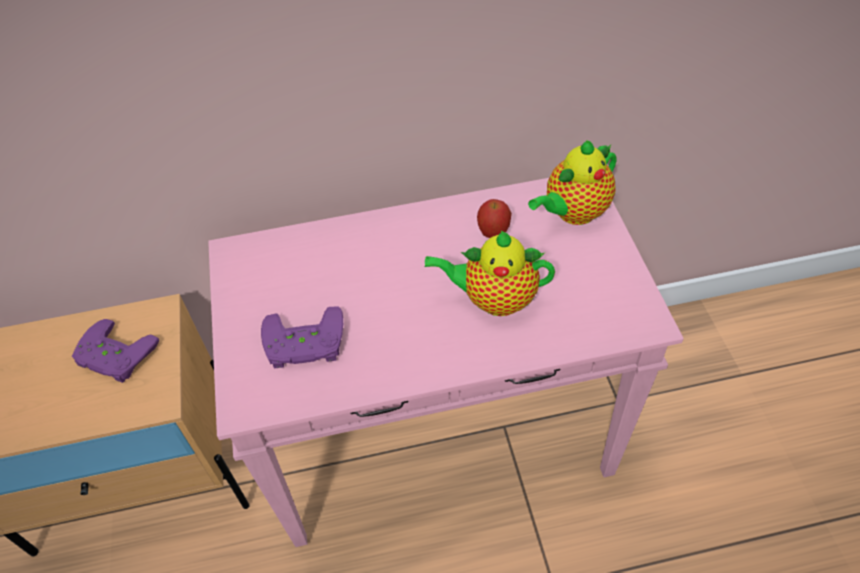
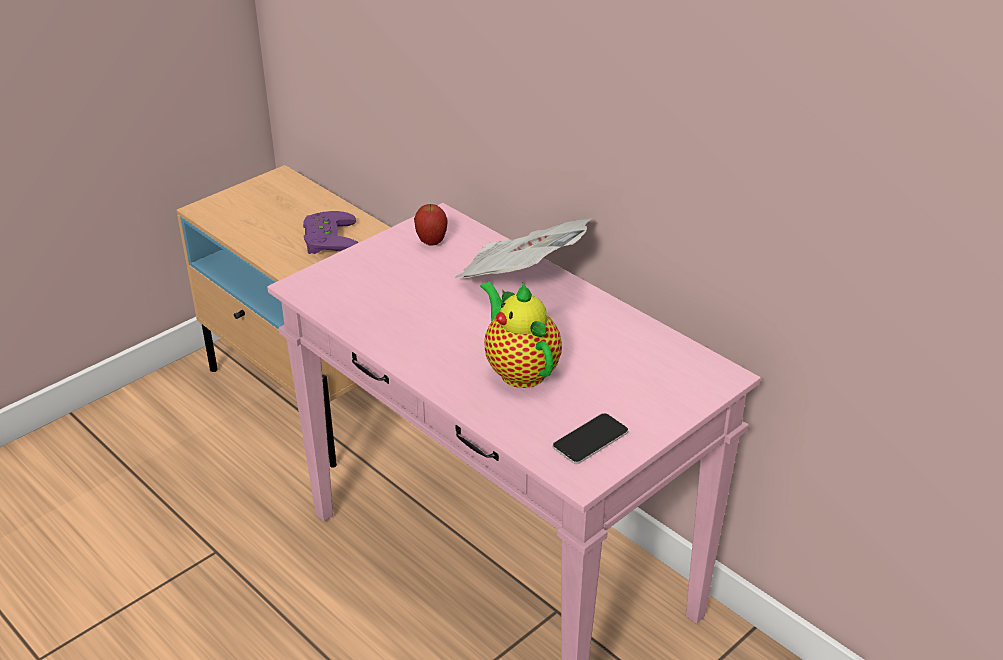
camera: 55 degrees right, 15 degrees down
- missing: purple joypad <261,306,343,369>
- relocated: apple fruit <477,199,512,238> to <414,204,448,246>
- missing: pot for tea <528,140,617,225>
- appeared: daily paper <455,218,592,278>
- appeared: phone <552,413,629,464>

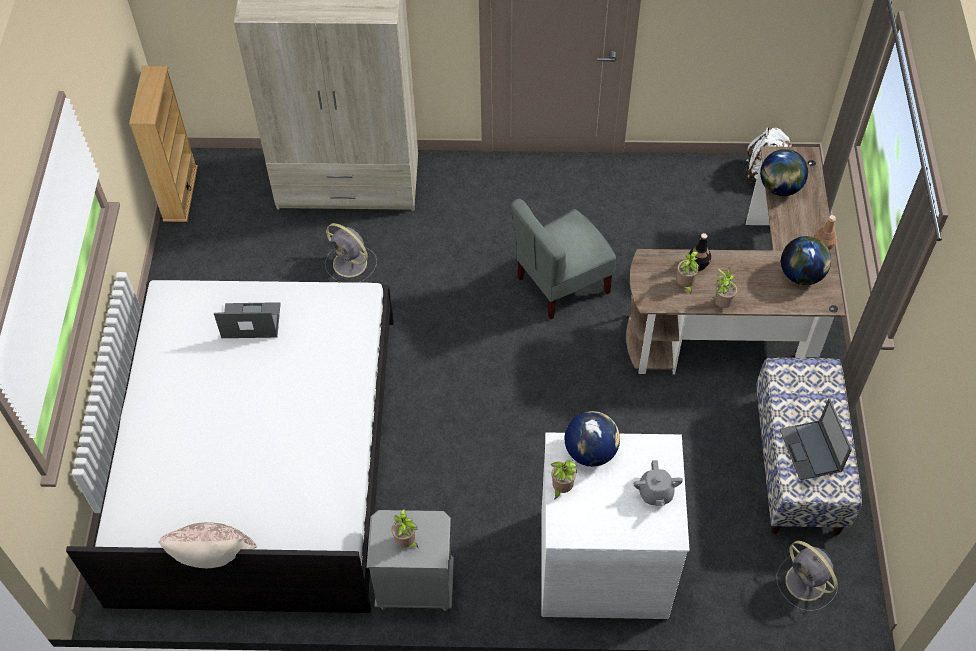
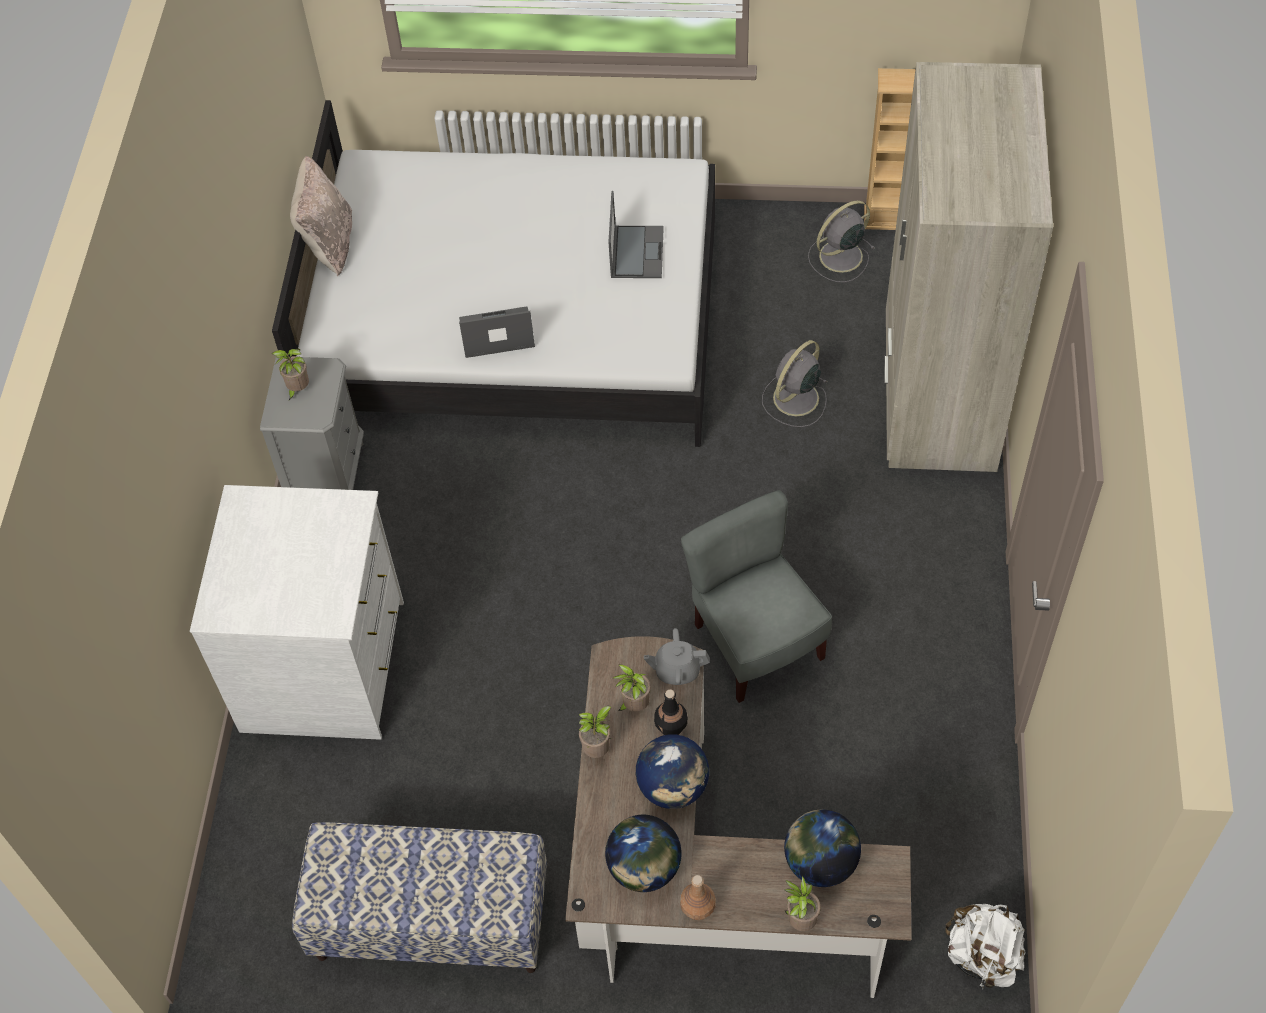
camera: 95 degrees right, 0 degrees up
- relocated: plant in a pot <550,459,577,499> to <784,875,821,931>
- relocated: desk globe <565,411,620,467> to <636,734,709,809>
- relocated: gray pot for tea <633,460,683,506> to <644,628,710,685>
- relocated: gray electric fan <776,541,838,611> to <808,201,874,282>
- relocated: notebook computer <780,398,852,480> to <459,306,535,358>

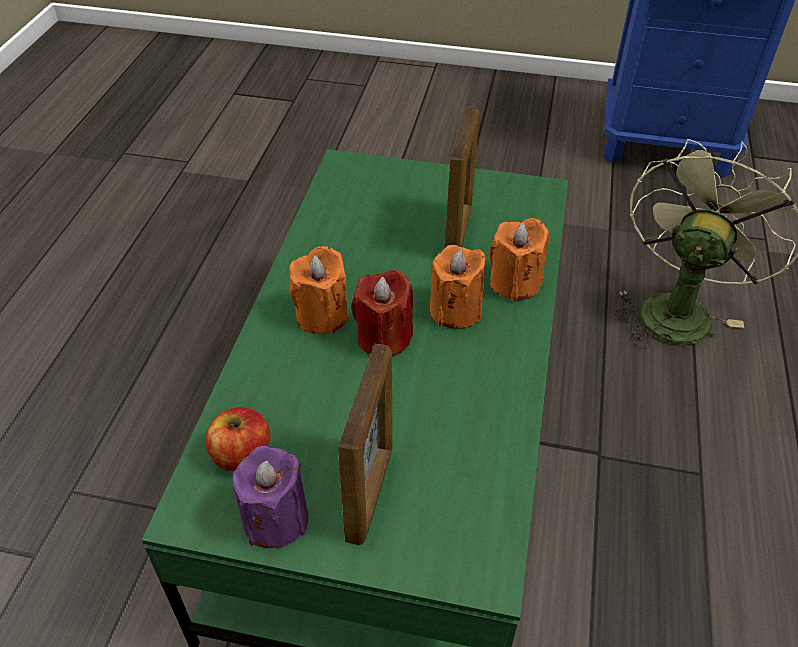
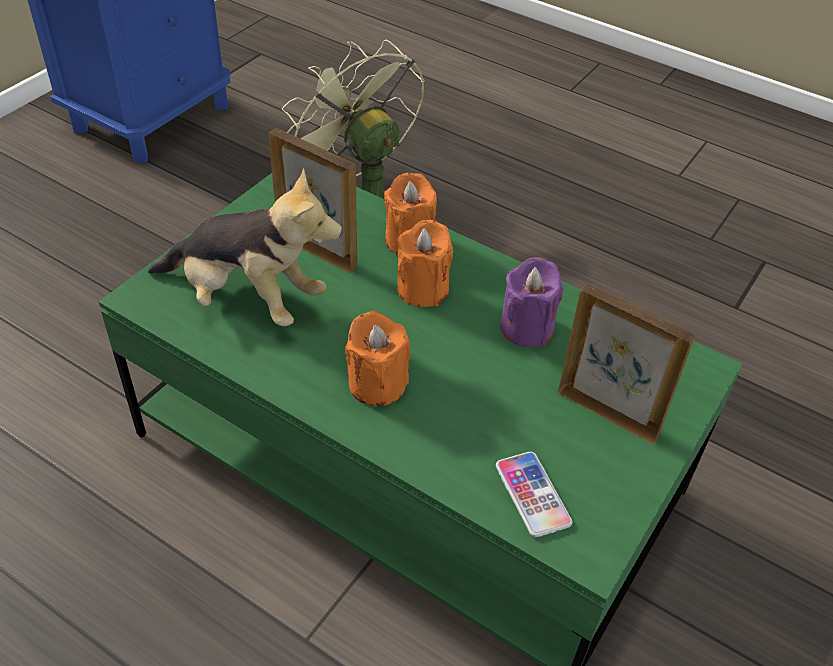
camera: 70 degrees left, 0 degrees up
- exchanged: apple fruit <205,407,270,471> to phone <496,452,572,537>
- relocated: purple candle <232,446,308,548> to <500,257,563,347>
- missing: red candle <351,270,413,356>
- appeared: cuddly toy <148,168,342,326>

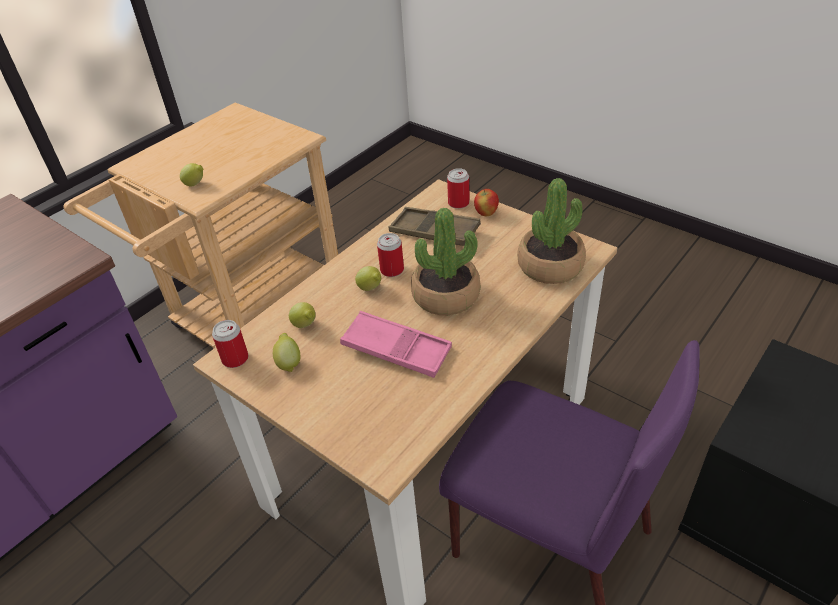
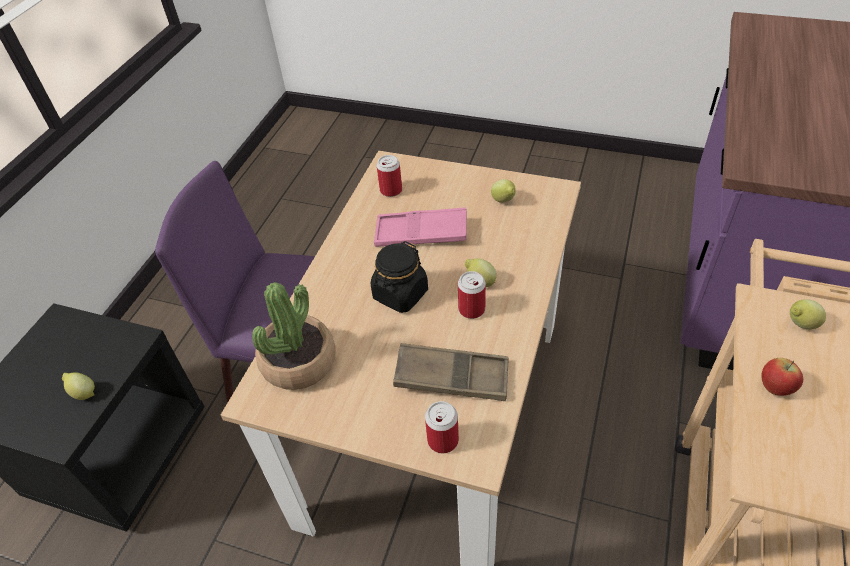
camera: 160 degrees right, 5 degrees up
- relocated: metal can <212,320,248,368> to <377,155,402,197>
- relocated: whole lemon <289,302,316,328> to <62,372,95,400>
- exchanged: plant in a pot <411,208,481,315> to blackish preserve jar <371,241,428,313>
- relocated: apple fruit <474,189,499,216> to <761,358,803,396>

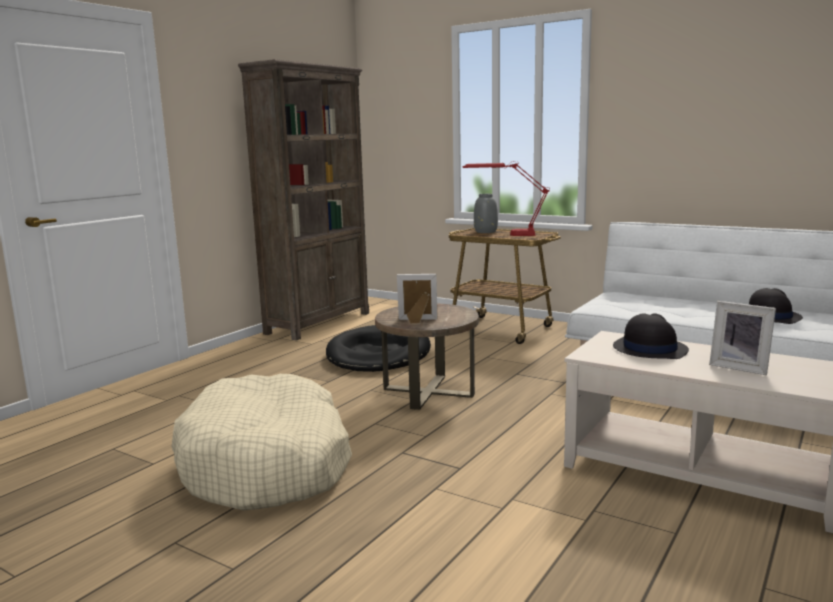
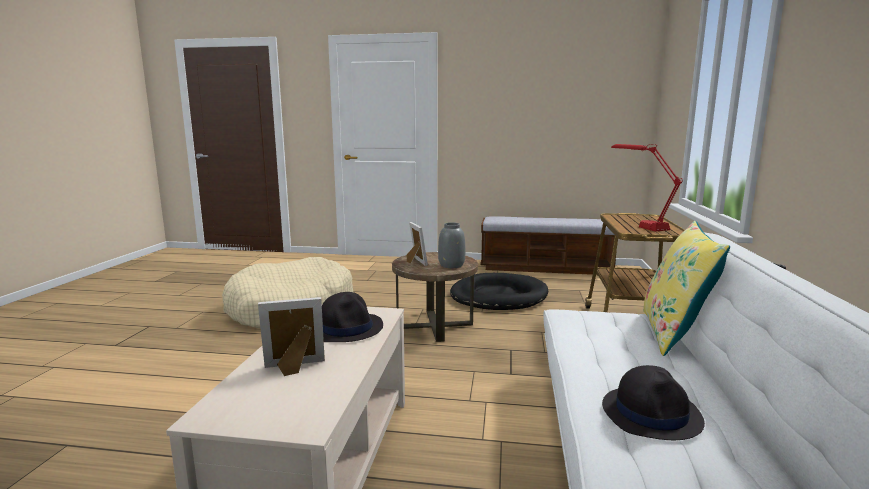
camera: 65 degrees right, 0 degrees up
- exchanged: brownish bookcase <238,59,369,341> to long seat <480,216,617,275>
- relocated: gray flower vase <474,194,498,233> to <438,222,465,268>
- spun: photo frame <709,301,776,375> = <258,297,325,376> 60 degrees clockwise
- appeared: yellow-coloured pillow <643,221,730,356>

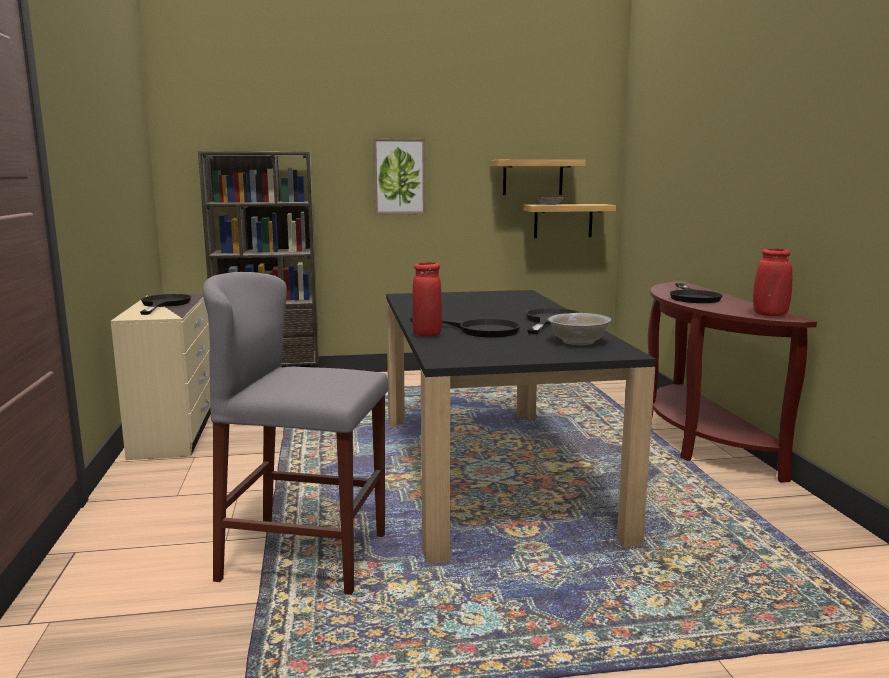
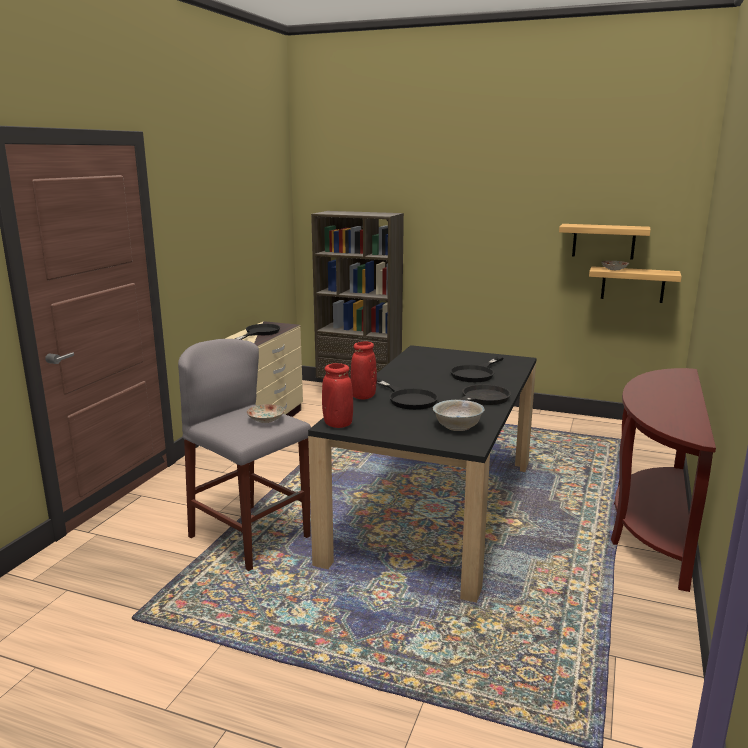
camera: 30 degrees right, 5 degrees up
- missing: wall art <373,138,426,215>
- relocated: blackish pan <670,283,723,303> to <450,356,504,382>
- relocated: red flower vase <753,249,792,316> to <322,363,353,428>
- appeared: flat dish <247,404,285,423>

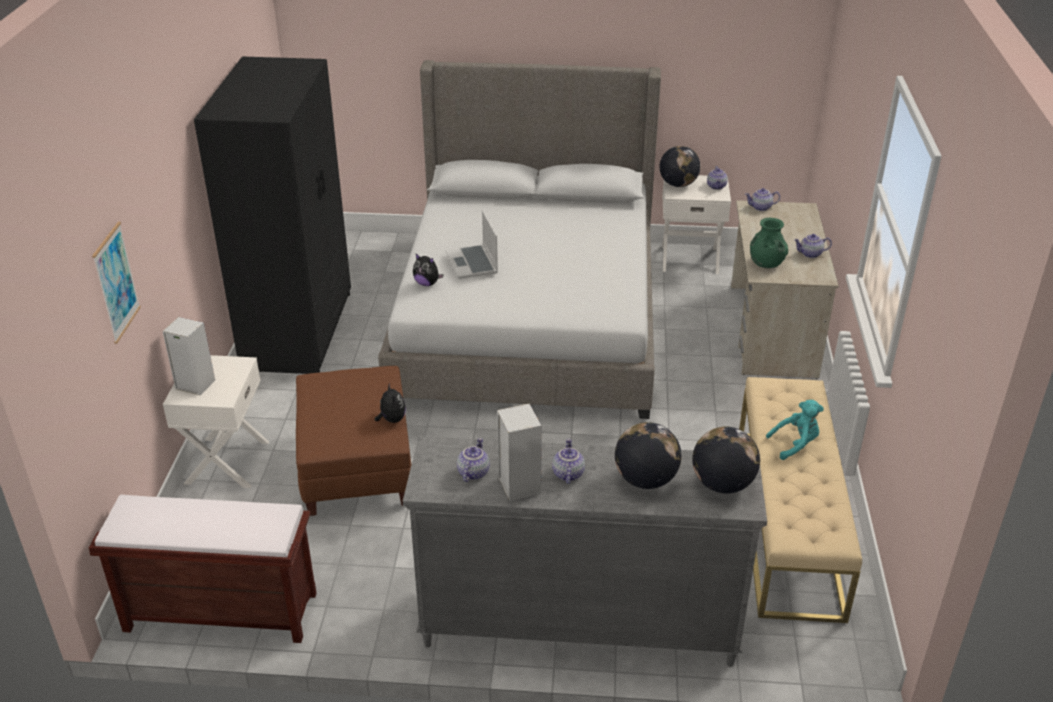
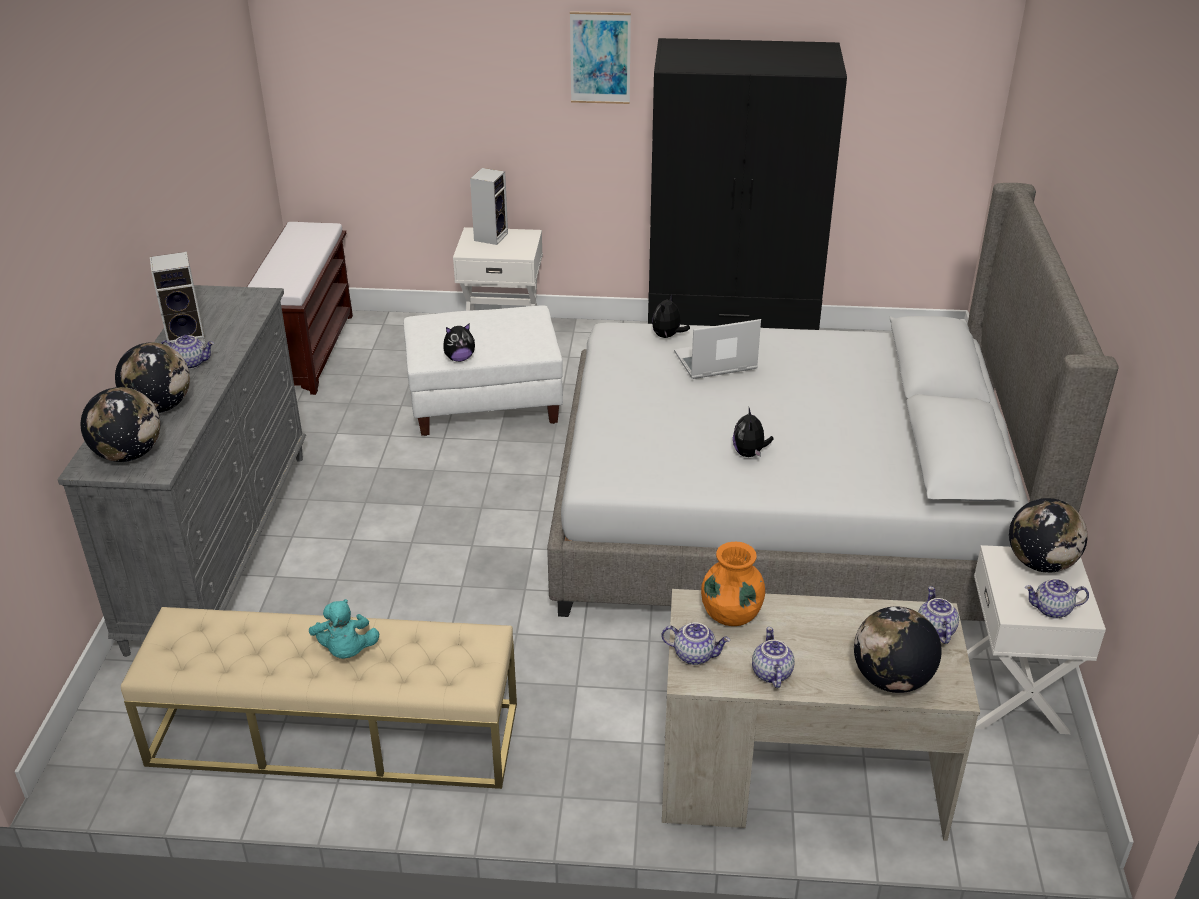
camera: 90 degrees right, 0 degrees up
- relocated: wall art <92,222,141,344> to <570,11,631,104>
- colour: brownish footrest <296,366,411,516> to whitish footrest <404,306,563,436>
- relocated: pot for tea <457,438,490,482> to <661,622,730,665>
- colour: green flower vase <750,218,788,268> to orange-coloured flower vase <701,542,765,626>
- appeared: cuddly toy <733,406,773,457>
- appeared: desk globe <854,606,942,693>

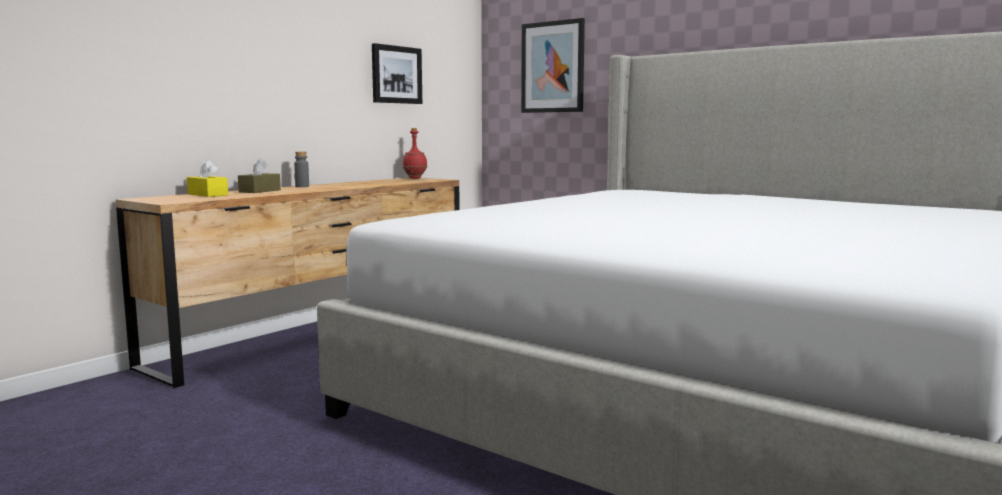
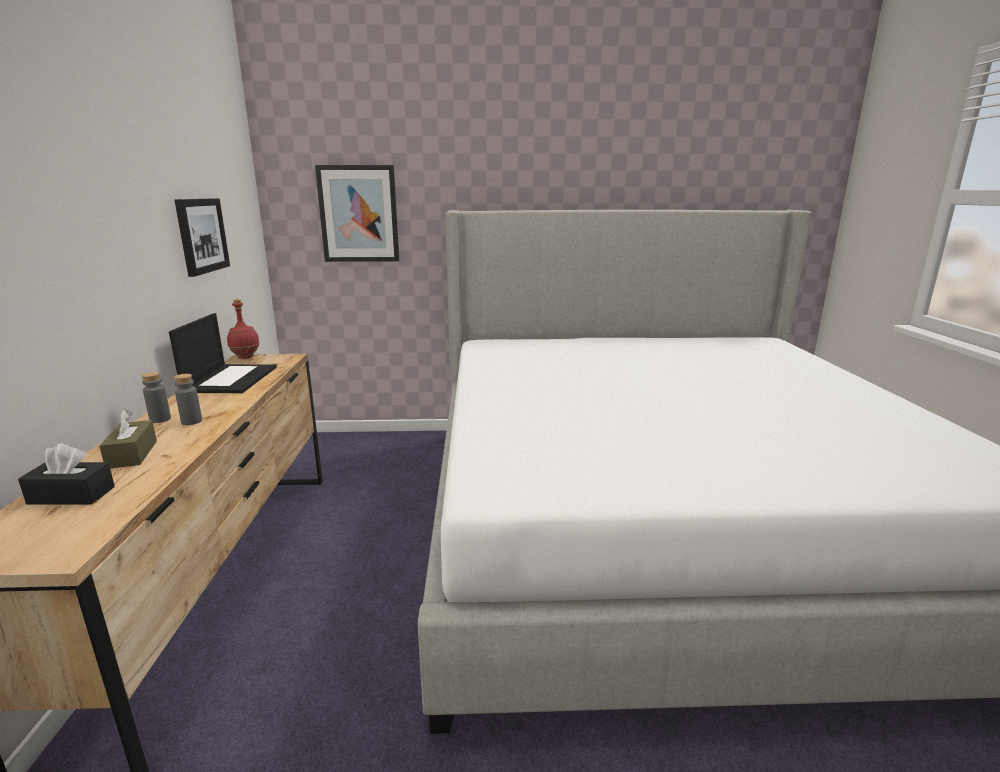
camera: 40 degrees left, 10 degrees up
- colour: yellow-coloured tissue holder <187,160,228,197> to blackish tissue holder <18,444,115,504>
- appeared: notebook computer <169,313,277,393>
- appeared: gray beverage bottle <174,374,202,425>

